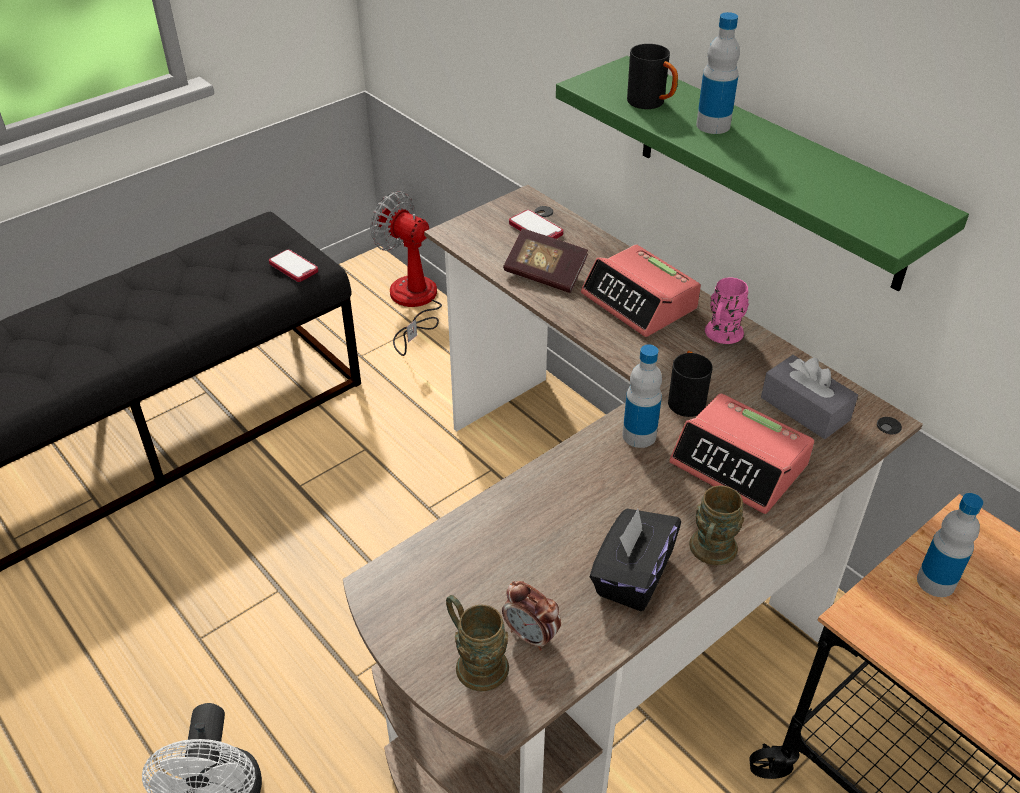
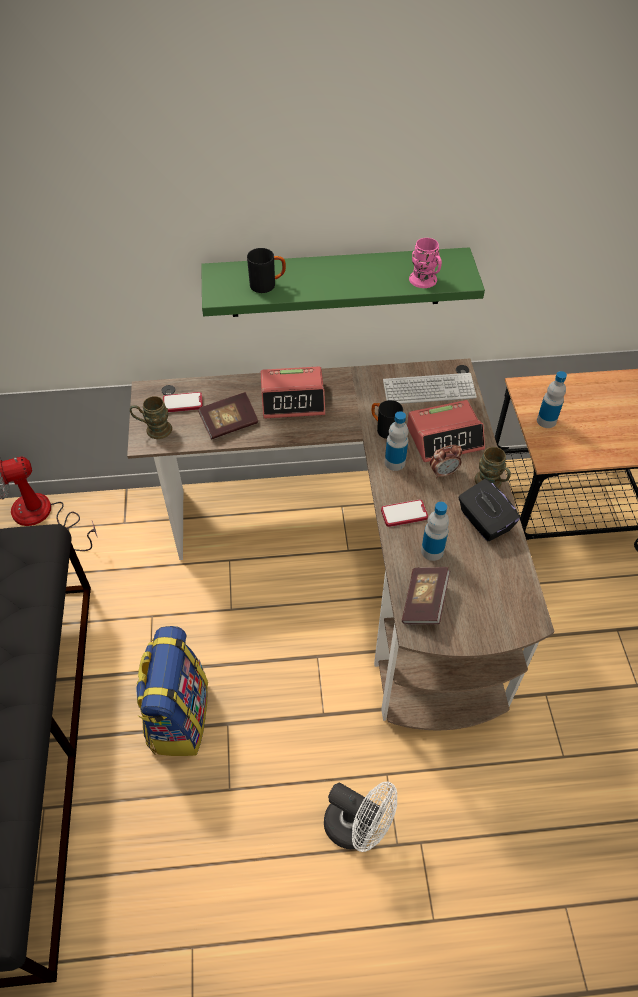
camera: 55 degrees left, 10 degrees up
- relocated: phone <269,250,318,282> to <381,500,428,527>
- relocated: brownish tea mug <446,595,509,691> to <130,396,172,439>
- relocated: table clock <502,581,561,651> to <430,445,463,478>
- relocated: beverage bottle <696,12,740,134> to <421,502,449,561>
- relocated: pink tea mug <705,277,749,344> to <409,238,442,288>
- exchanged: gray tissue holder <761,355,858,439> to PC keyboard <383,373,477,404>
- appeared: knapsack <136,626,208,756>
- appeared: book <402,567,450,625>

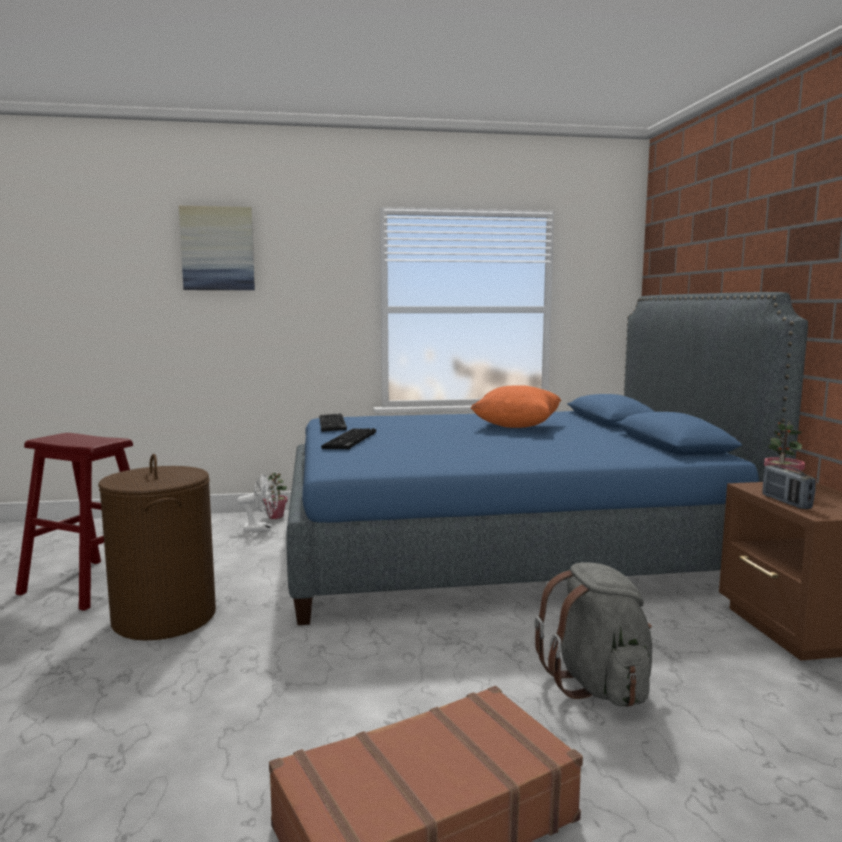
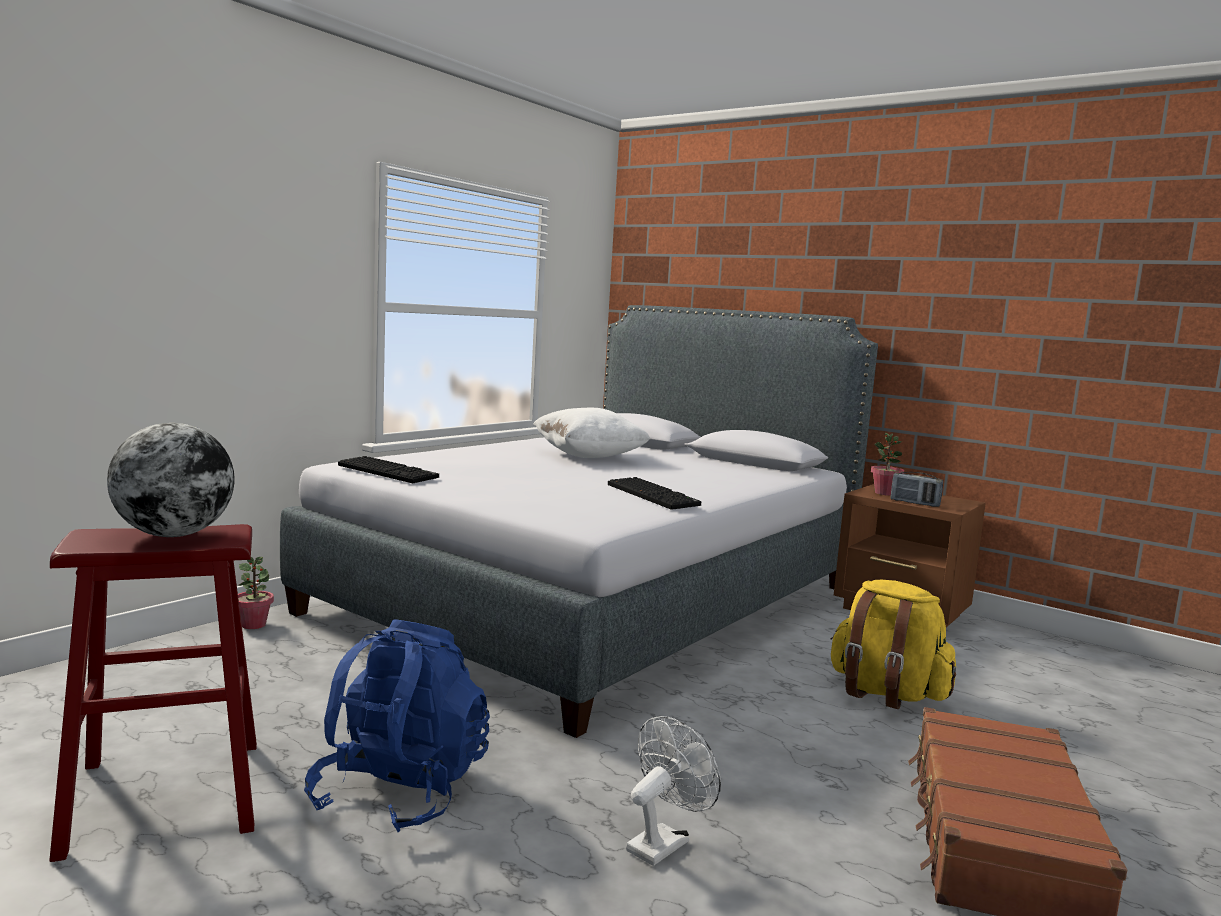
camera: 45 degrees left, 0 degrees up
- exchanged: brownish washing basket <98,454,216,641> to blue-coloured knapsack <304,619,490,832>
- missing: wall art <179,206,255,290>
- relocated: whitish electric fan <237,474,278,531> to <626,716,721,866>
- colour: blue-coloured sleeping bed <286,292,808,625> to gray sleeping bed <280,305,878,738>
- relocated: PC keyboard <321,428,376,450> to <608,477,701,510>
- colour: orange-coloured pillow <471,385,561,428> to whitish pillow <533,408,650,458>
- colour: gray knapsack <535,562,652,707> to yellow-coloured knapsack <830,580,956,709>
- appeared: desk globe <107,423,235,537>

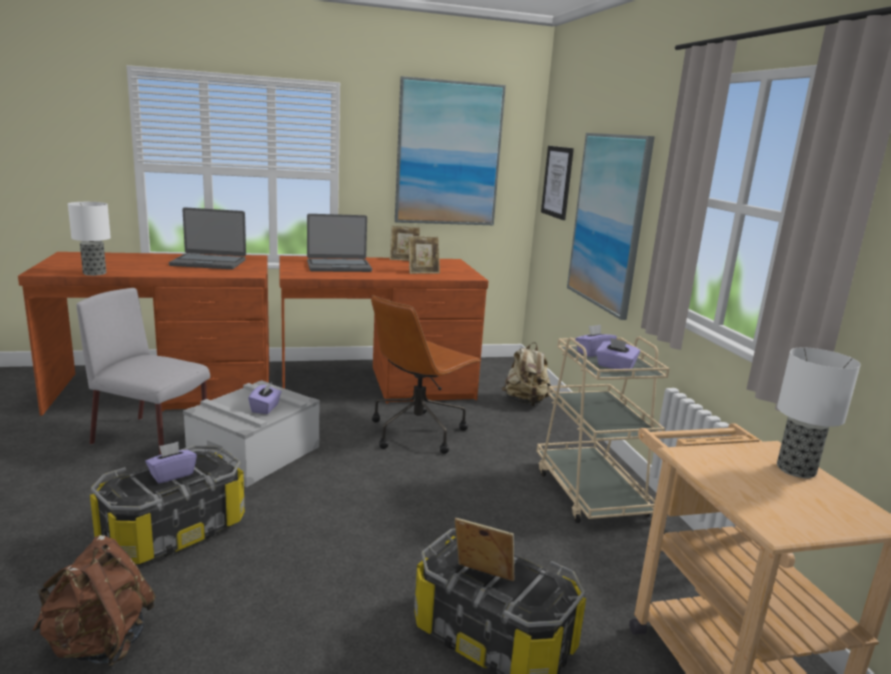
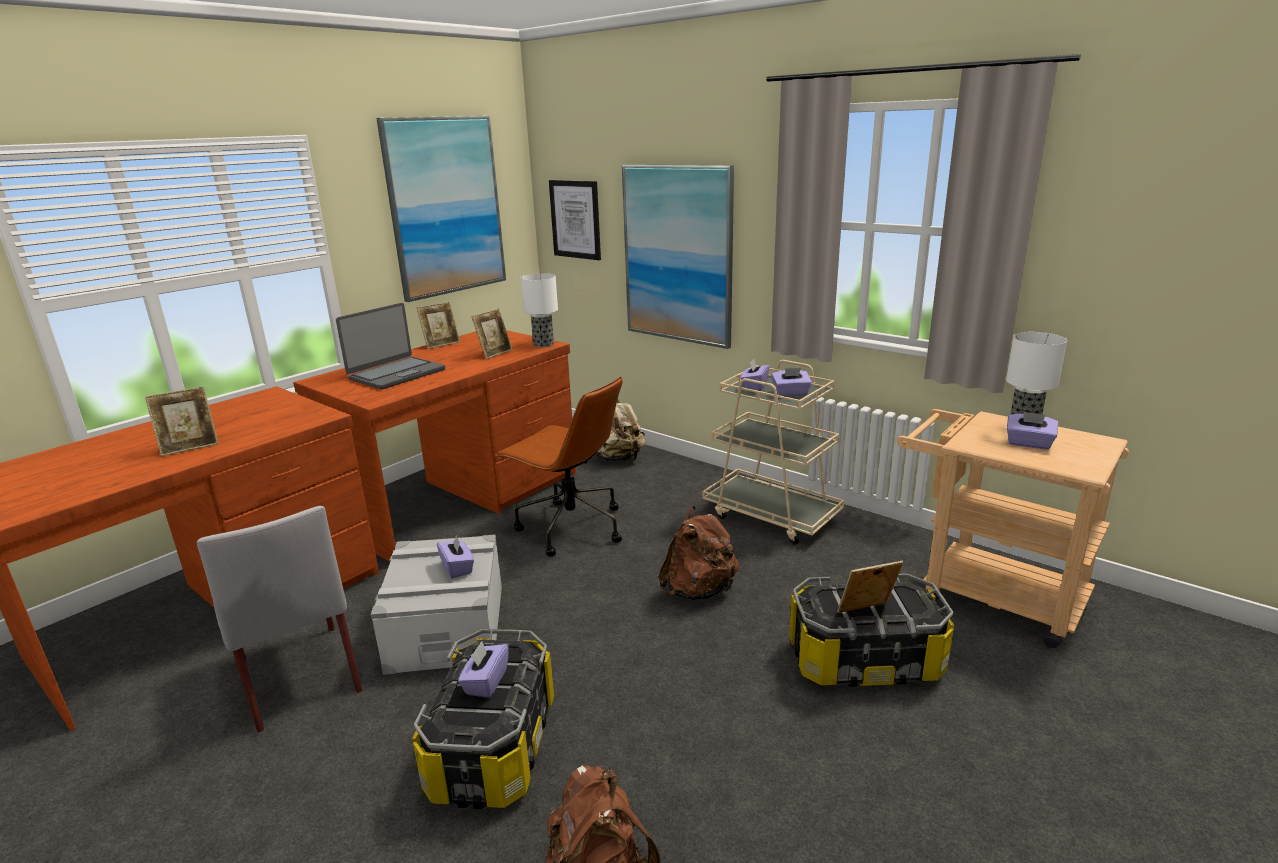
camera: 35 degrees left, 5 degrees up
- relocated: lamp for a table <68,202,111,276> to <521,273,558,347>
- spun: gray plain chair <76,288,210,455> = <197,506,362,733> 105 degrees counterclockwise
- missing: notebook computer <169,207,246,269>
- spun: brownish office chair <371,295,481,454> = <495,376,623,557> 60 degrees counterclockwise
- appeared: photo frame <145,387,219,456>
- appeared: brownish knapsack <659,506,739,600>
- appeared: purple tissue holder <1007,412,1058,450>

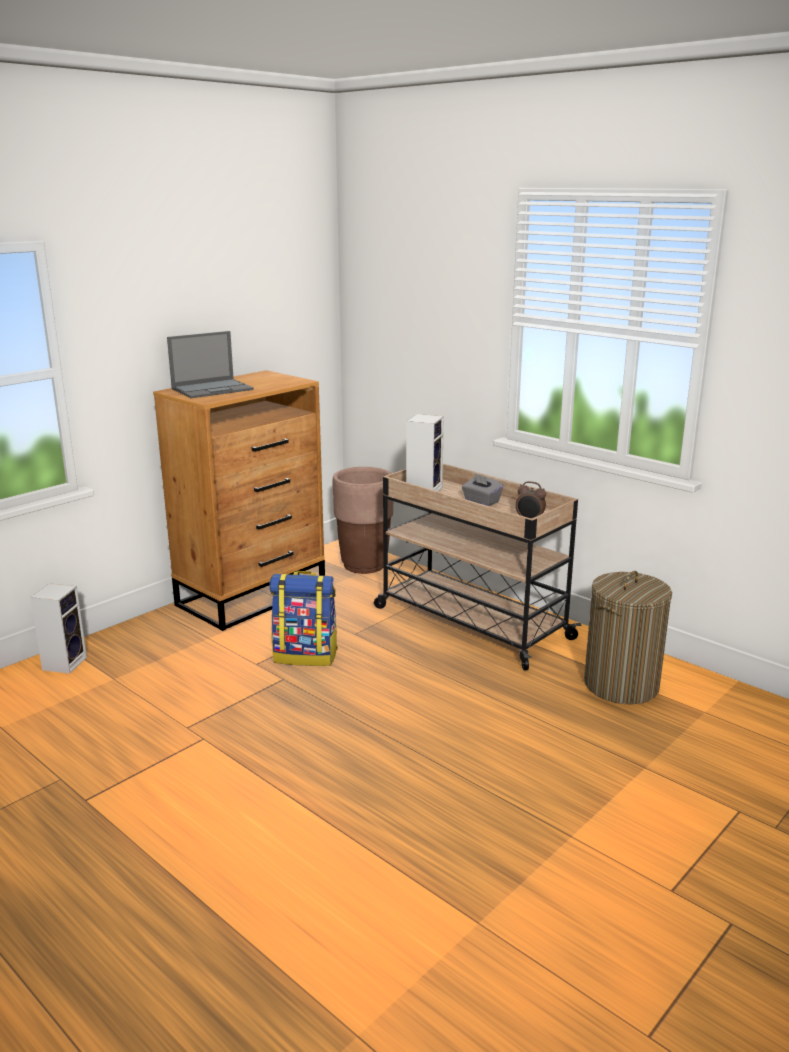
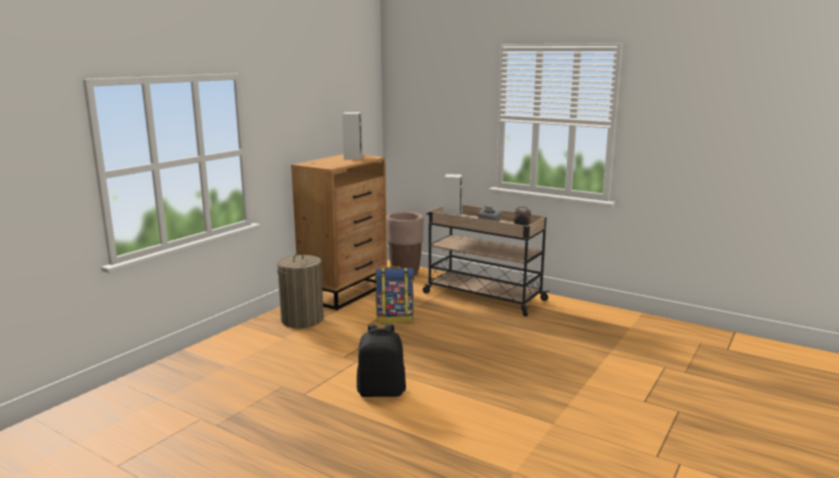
camera: 10 degrees left, 5 degrees down
- relocated: audio speaker <30,583,87,674> to <342,112,363,159>
- missing: notebook computer <167,331,254,398>
- relocated: washing basket <584,571,672,705> to <277,251,324,328>
- appeared: blackish knapsack <357,324,406,397>

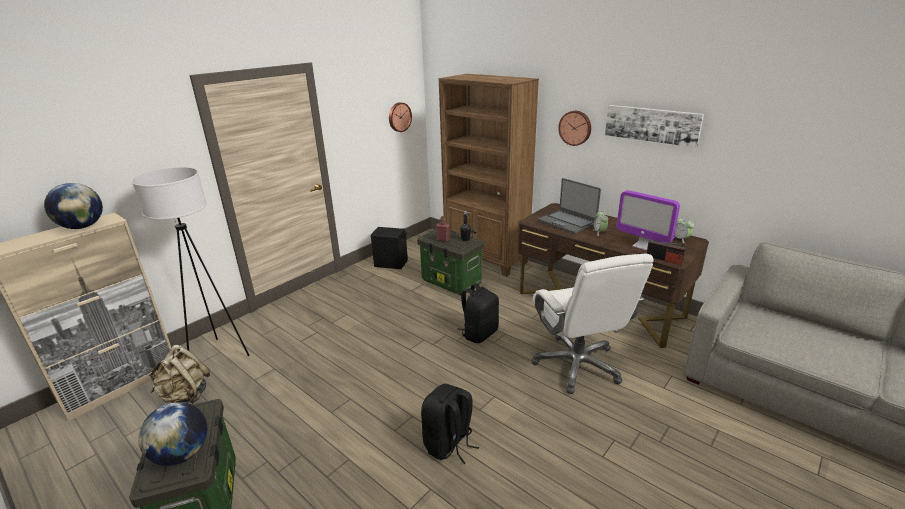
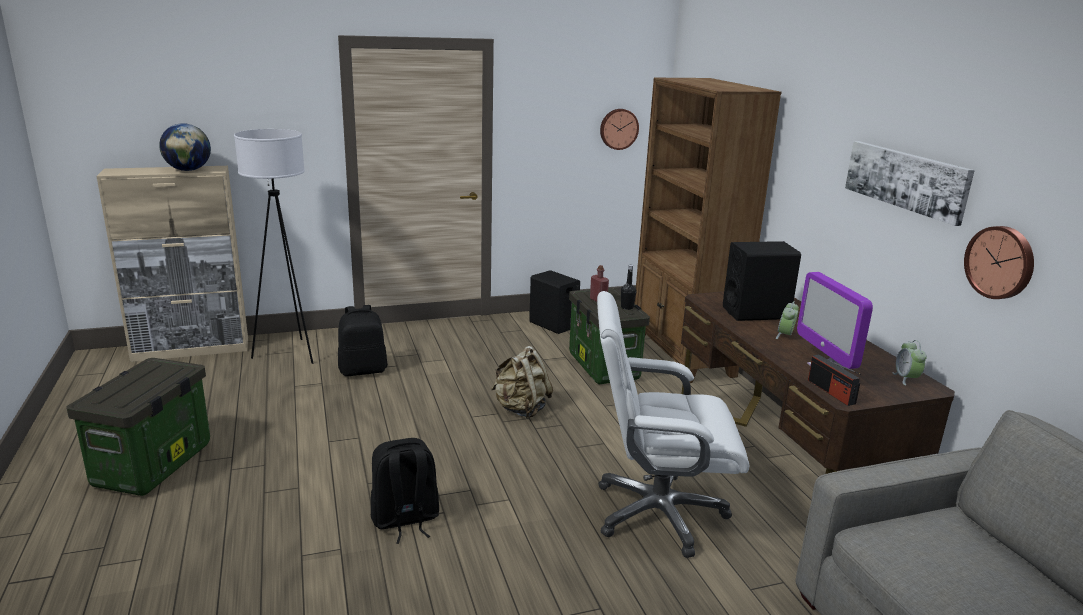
camera: 30 degrees right, 5 degrees down
- missing: desk globe <139,402,207,466>
- relocated: beige knapsack <149,345,210,404> to <491,346,553,419>
- relocated: blackish knapsack <458,283,499,343> to <338,305,388,376>
- spun: whitish office chair <531,254,653,394> = <597,291,750,558> 75 degrees clockwise
- exchanged: notebook computer <538,178,601,234> to blackish audio speaker <723,241,801,321>
- relocated: hanging clock <558,111,591,146> to <964,226,1034,299>

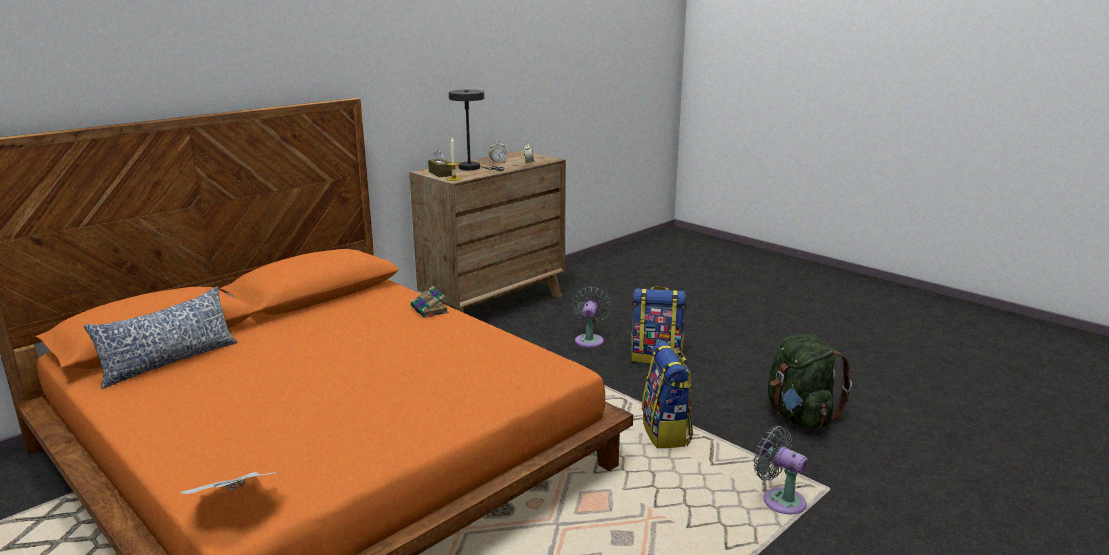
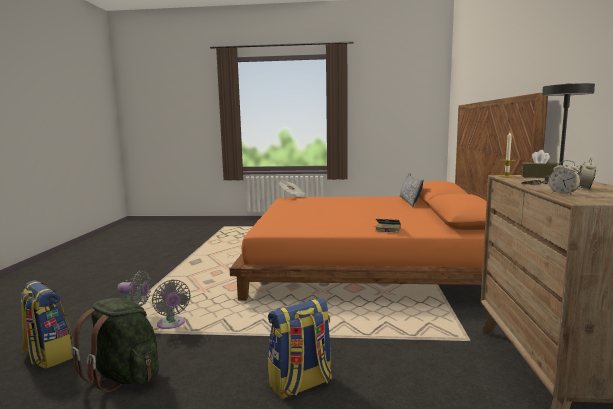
camera: 140 degrees right, 10 degrees down
- relocated: gray electric fan <572,287,611,348> to <152,279,191,329>
- relocated: knapsack <642,342,693,448> to <20,280,73,369>

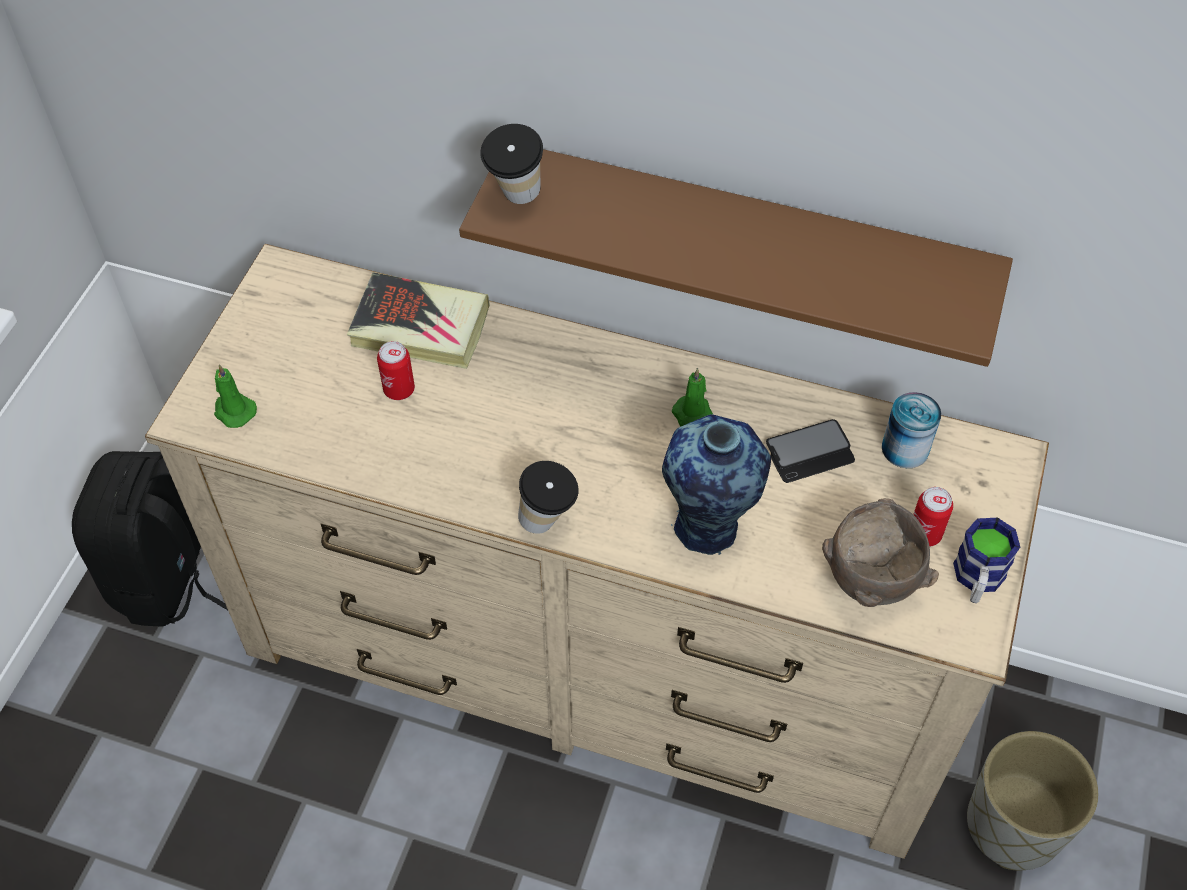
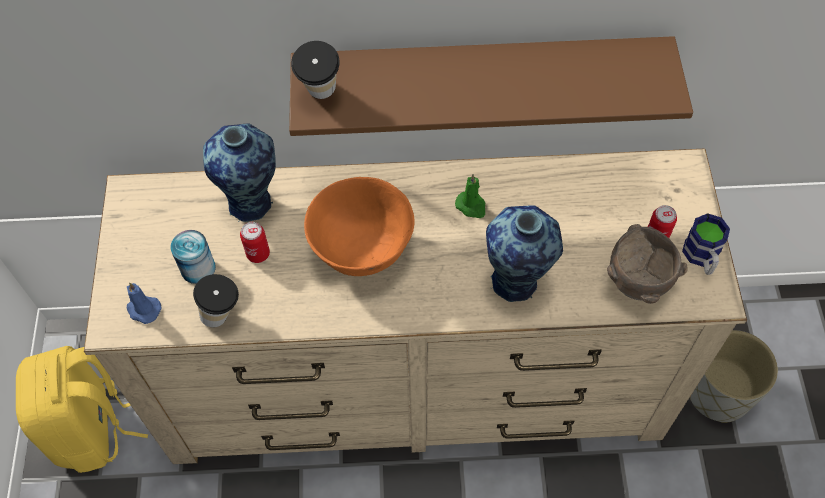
camera: 20 degrees left, 5 degrees up
- colour: blackish knapsack <72,451,228,627> to yellow-coloured knapsack <16,346,148,473>
- colour: green candle <214,364,257,428> to blue-coloured candle <127,282,161,324>
- exchanged: book <347,272,490,369> to flower vase <203,123,276,222>
- relocated: cup <518,461,578,534> to <193,274,239,327>
- missing: phone <766,419,855,483>
- relocated: metal can <882,392,941,468> to <171,230,216,284>
- appeared: orange-coloured deep dish <304,177,415,276>

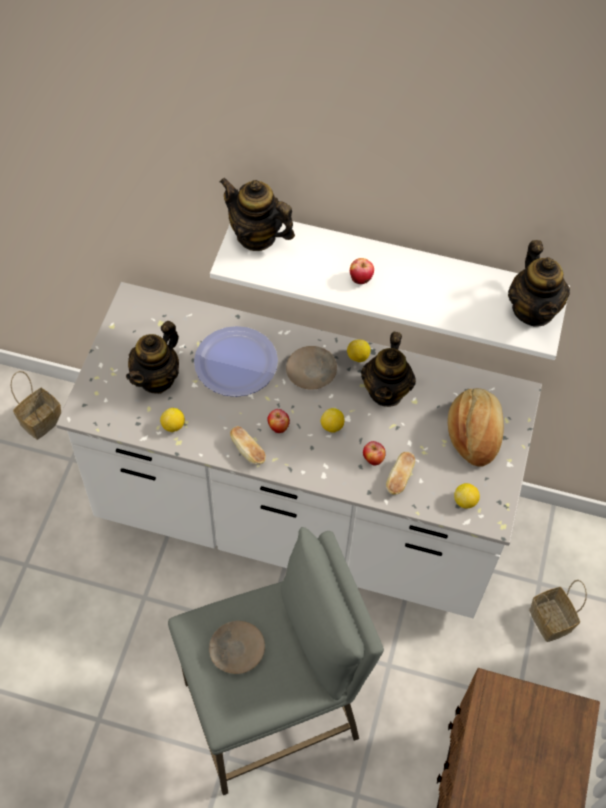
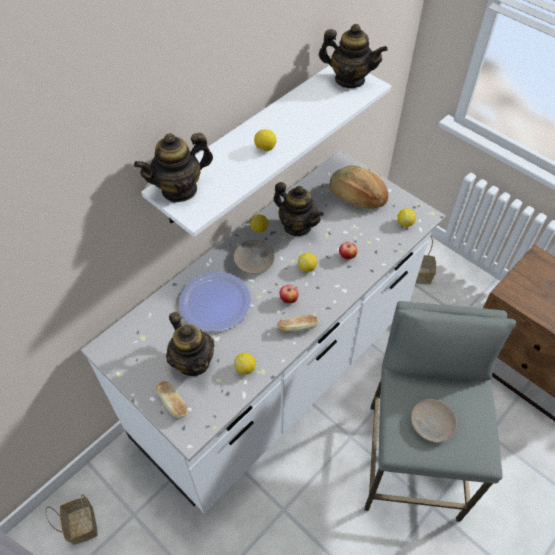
camera: 60 degrees left, 5 degrees down
- exchanged: apple fruit <350,258,374,284> to whole lemon <254,129,277,151>
- relocated: baked bread <386,452,415,495> to <156,381,188,418>

